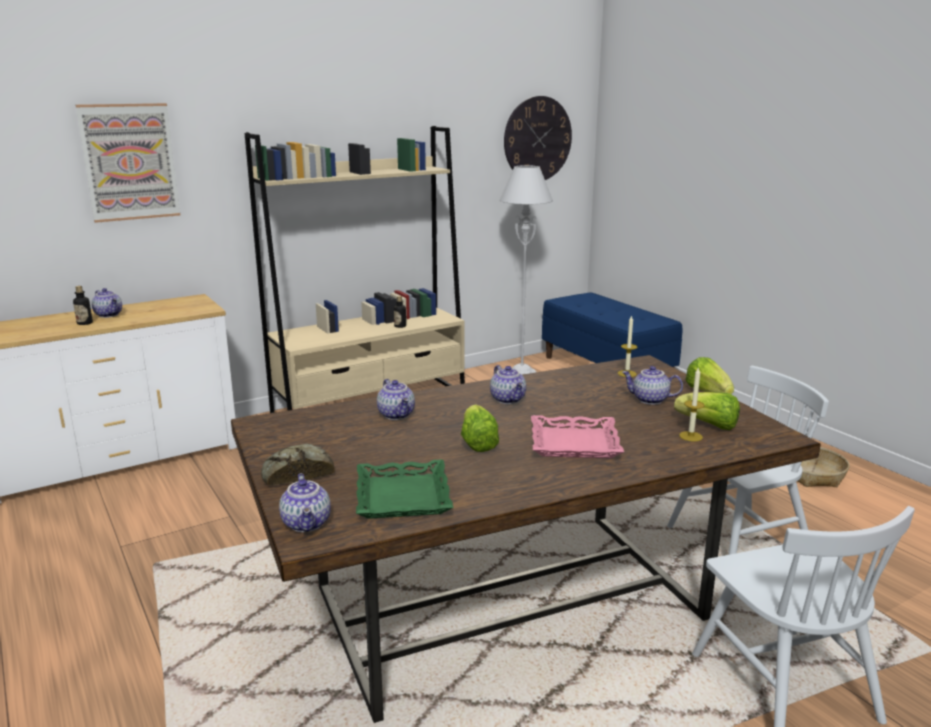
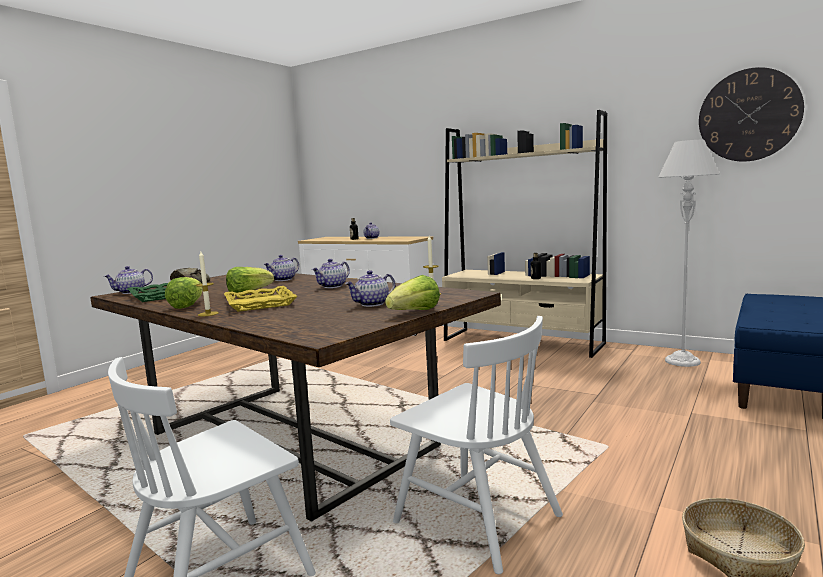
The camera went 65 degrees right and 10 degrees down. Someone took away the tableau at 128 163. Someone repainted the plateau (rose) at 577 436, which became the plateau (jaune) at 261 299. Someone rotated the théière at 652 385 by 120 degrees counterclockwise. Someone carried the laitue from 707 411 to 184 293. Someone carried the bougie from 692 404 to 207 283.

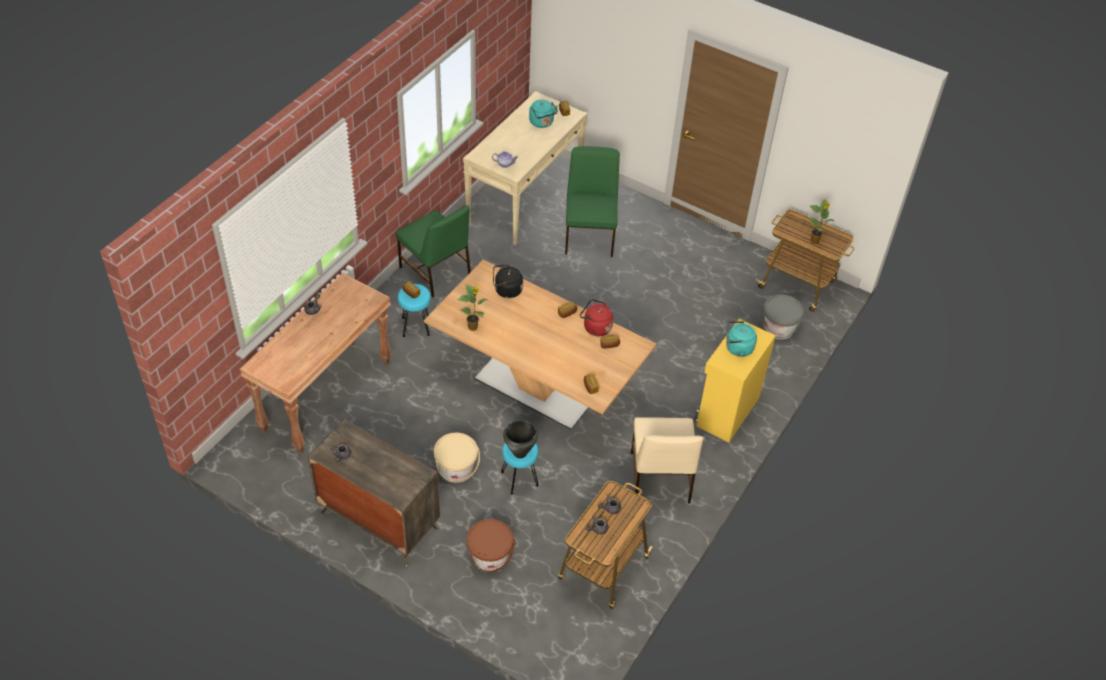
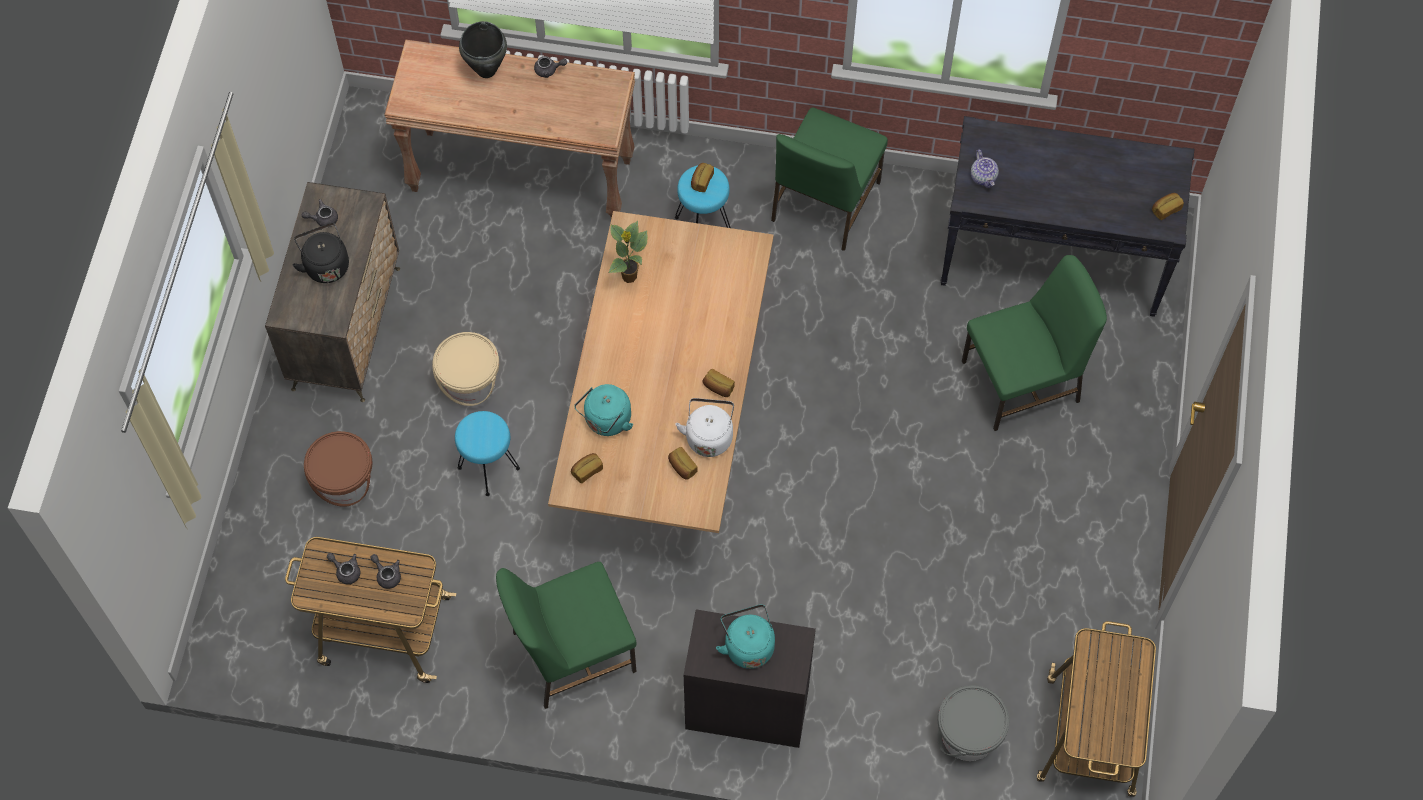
The camera went 70 degrees right and 15 degrees up. Someone repainted the table console (beige) at 525 168, which became the table console (noir) at 1067 216. Someone carried the bouilloire (noir) from 508 281 to 320 253. Someone carried the marmite (noir) from 520 439 to 483 49. Someone carried the bouilloire (turquoise) from 543 114 to 603 410. Someone repainted the bouilloire (rouge) at 596 317, which became the bouilloire (blanc) at 705 427. Someone repainted the chaise (beige) at 667 460, which became the chaise (vert) at 566 635. Someone repainted the meuble de rangement (jaune) at 735 381, which became the meuble de rangement (noir) at 750 678. Someone took away the plante en pot at 822 221.

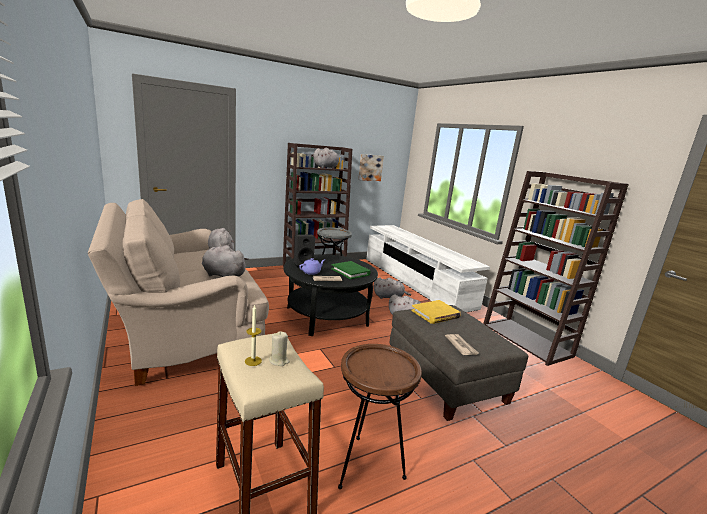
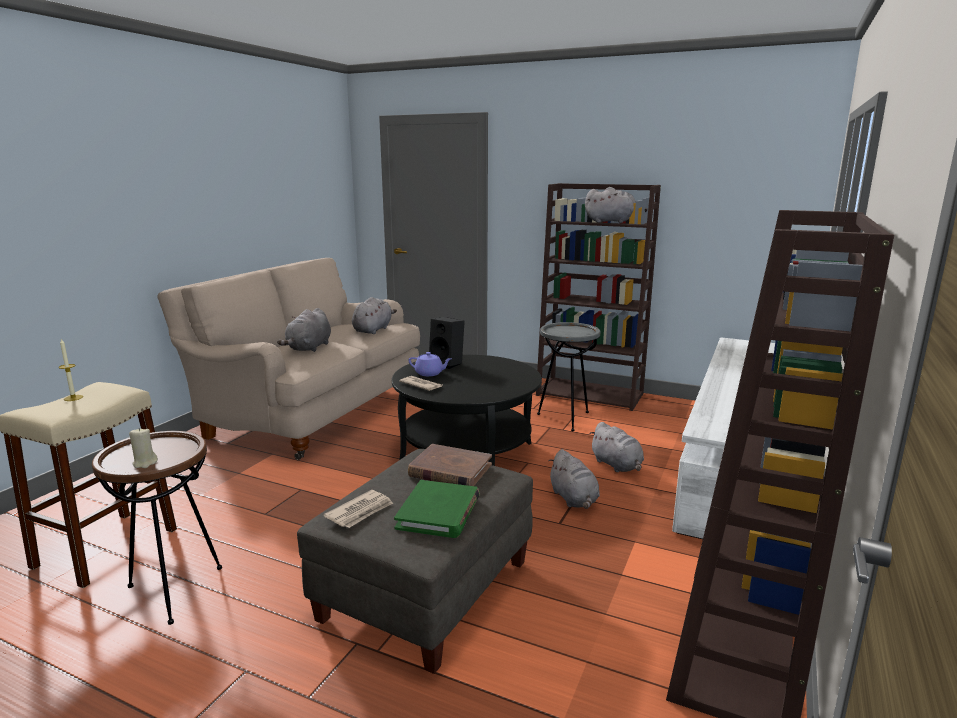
The camera went 55 degrees right and 0 degrees up. Someone rotated the peluche (gris) at 225 261 by 150 degrees counterclockwise. Someone carried the bougie (beige) from 279 348 to 143 448. Someone carried the livre (vert) from 351 270 to 437 509. Someone took away the tableau at 371 167. Someone repainted the livre (jaune) at 436 312, which became the livre (marron) at 450 465.

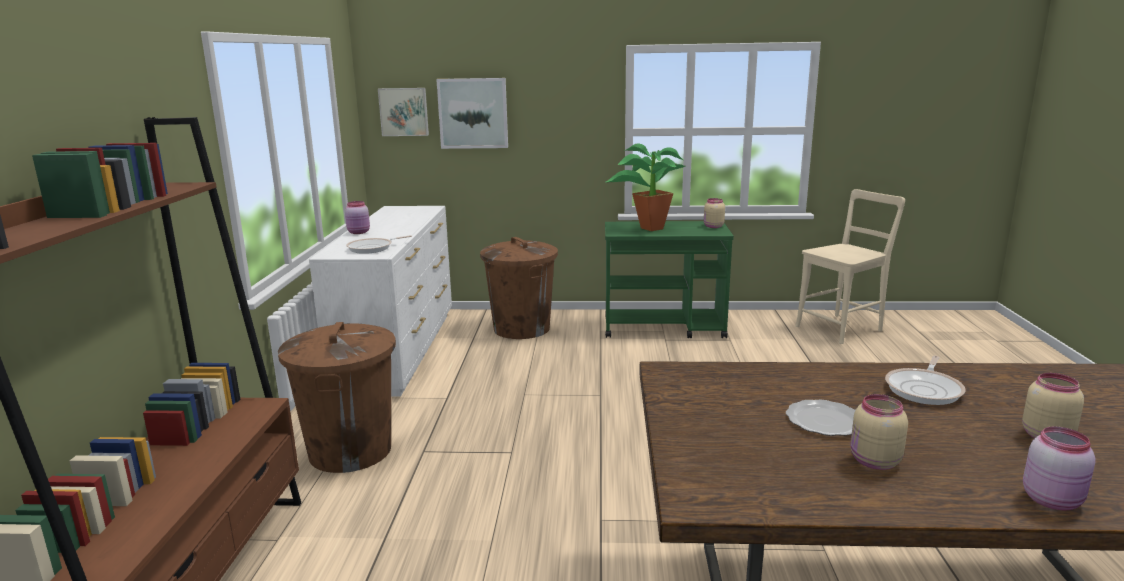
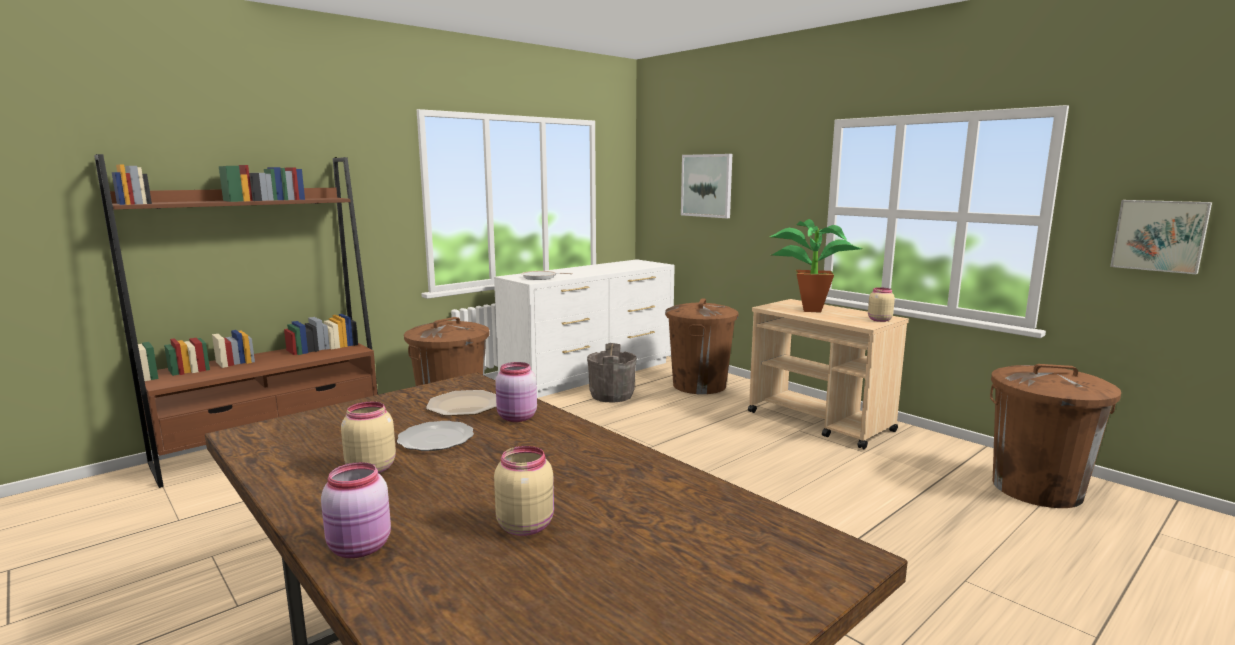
The camera went 45 degrees right and 5 degrees down. Someone carried the bocal (rose) from 357 217 to 516 392. Someone carried the tableau from 403 112 to 1161 237. Someone repainted the chariot (vert) at 669 279, which became the chariot (beige) at 828 374. Someone swapped the chaise (beige) at 850 266 for the poubelle (marron) at 1055 436. Someone took away the poêle at 925 380. Someone put down the assiette at 461 403. Someone put down the seau (gris) at 612 373.

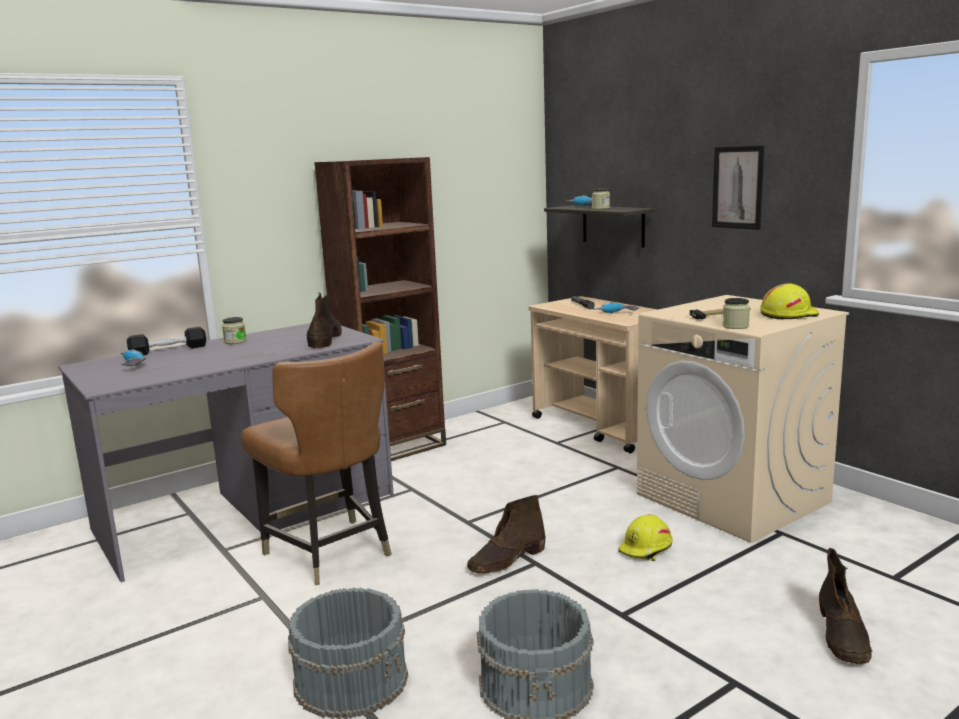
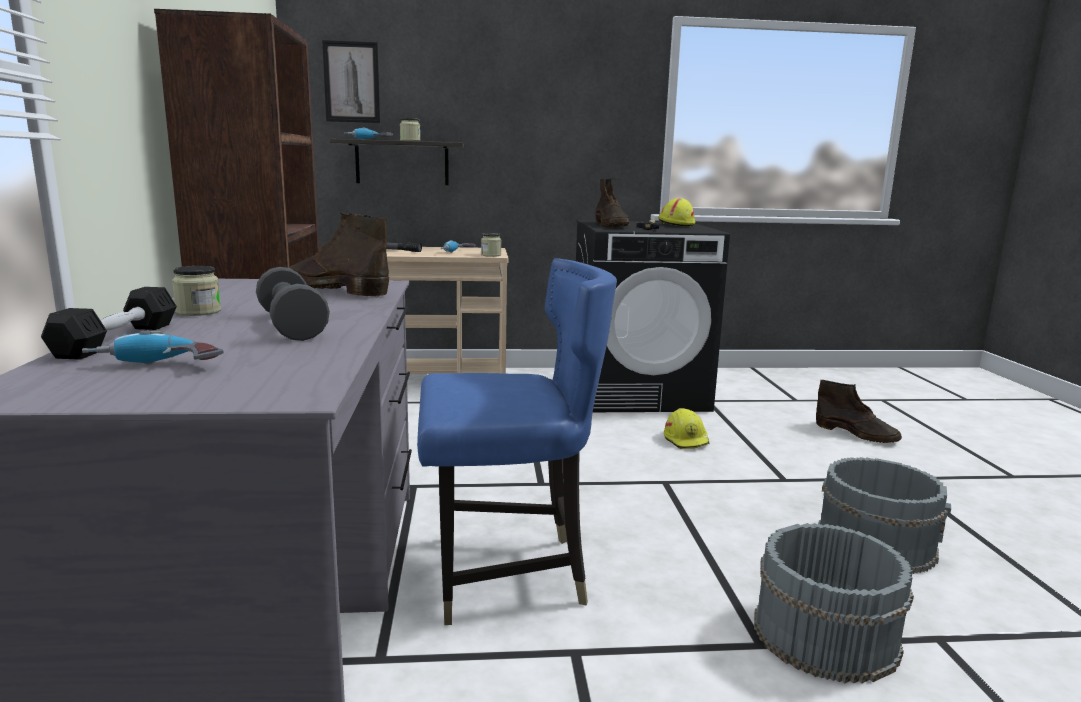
The camera went 60 degrees left and 0 degrees up. Someone repainted the chaise (marron) at 316 463, which became the chaise (bleu) at 517 442. Someone carried the botte (marron) from 506 534 to 612 202. Someone repainted the lave-linge (beige) at 743 419, which became the lave-linge (noir) at 653 316. Someone carried the tableau from 738 188 to 351 81. Someone carried the bocal from 736 313 to 491 245. Someone put down the haltère (gris) at 293 304.

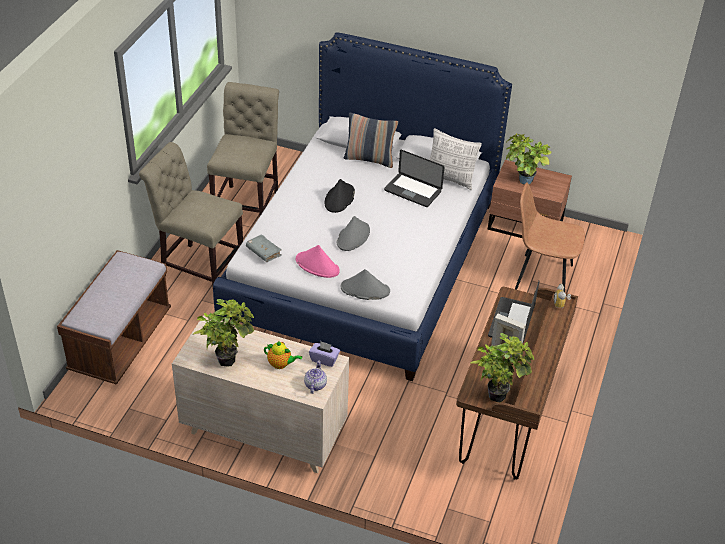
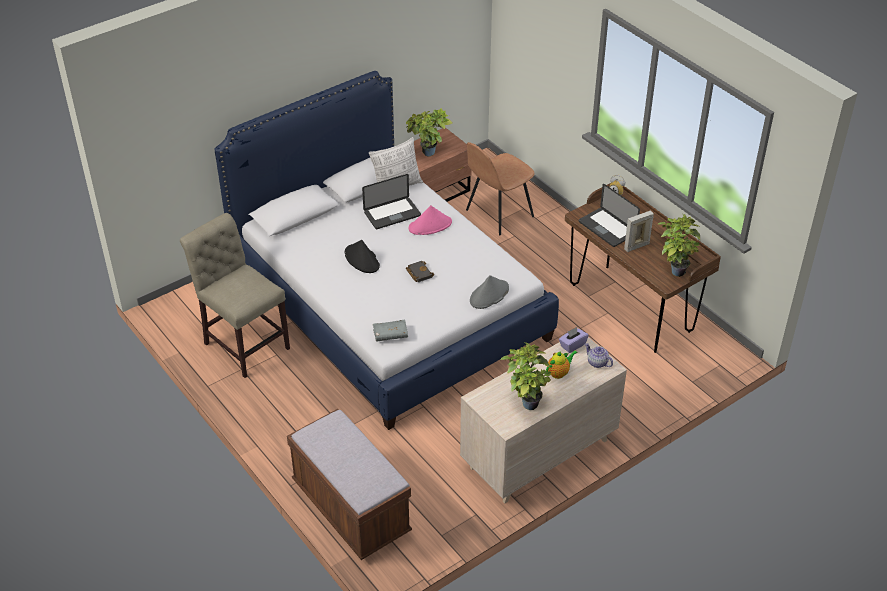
The camera went 55 degrees left and 0 degrees up. Someone took away the chaise (beige) at 191 214. Someone carried the chapeau (rose) from 318 261 to 430 220. Someone swapped the chapeau (gris) at 353 233 for the livre (noir) at 420 271. Someone took away the coussin at 371 140.

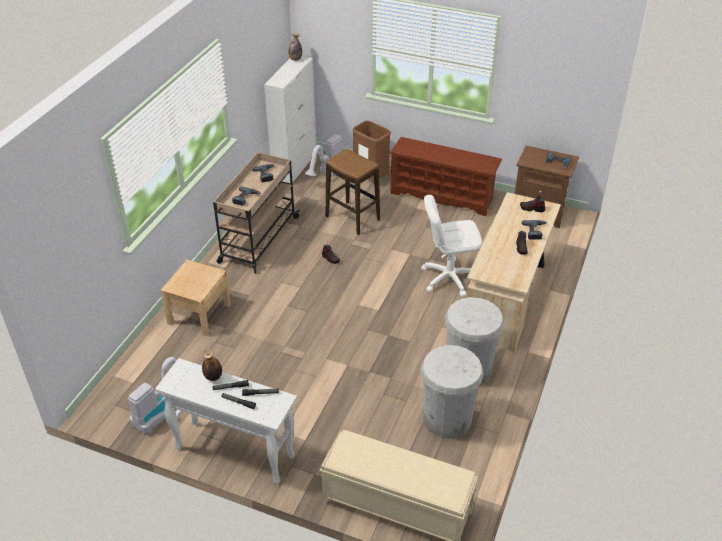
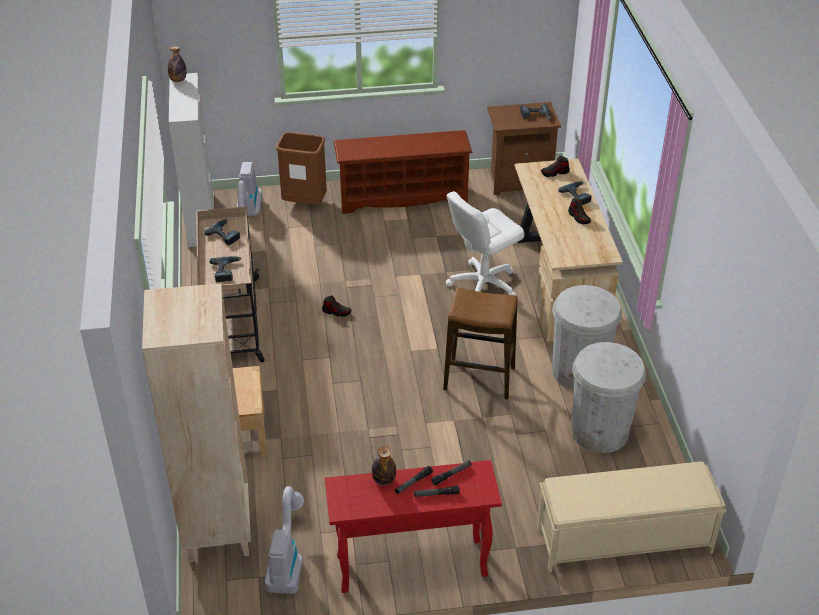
The camera went 30 degrees left and 0 degrees up. Someone repainted the table console (blanc) at 226 421, which became the table console (rouge) at 413 526. Someone carried the tabouret from 353 192 to 480 344. Someone put down the bibliothèque (beige) at 196 422.

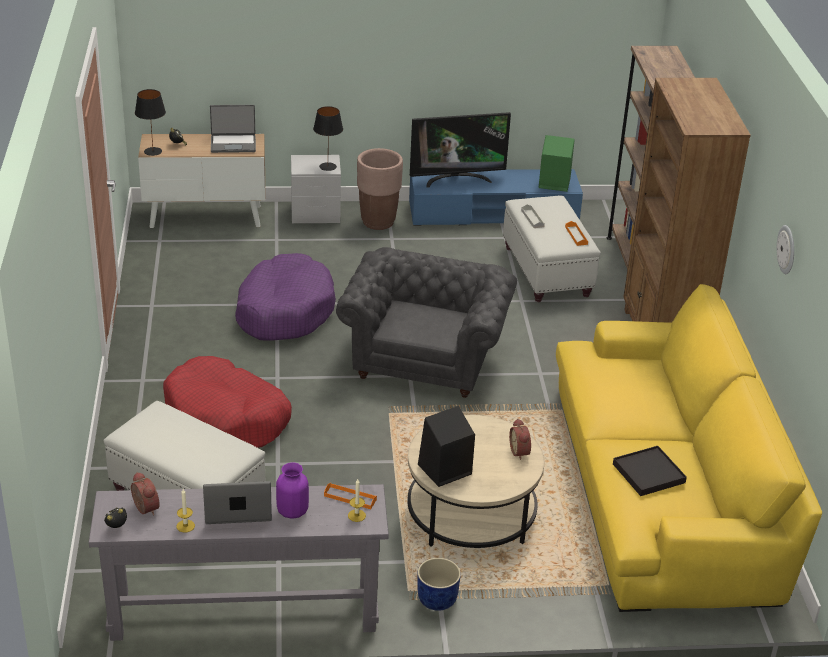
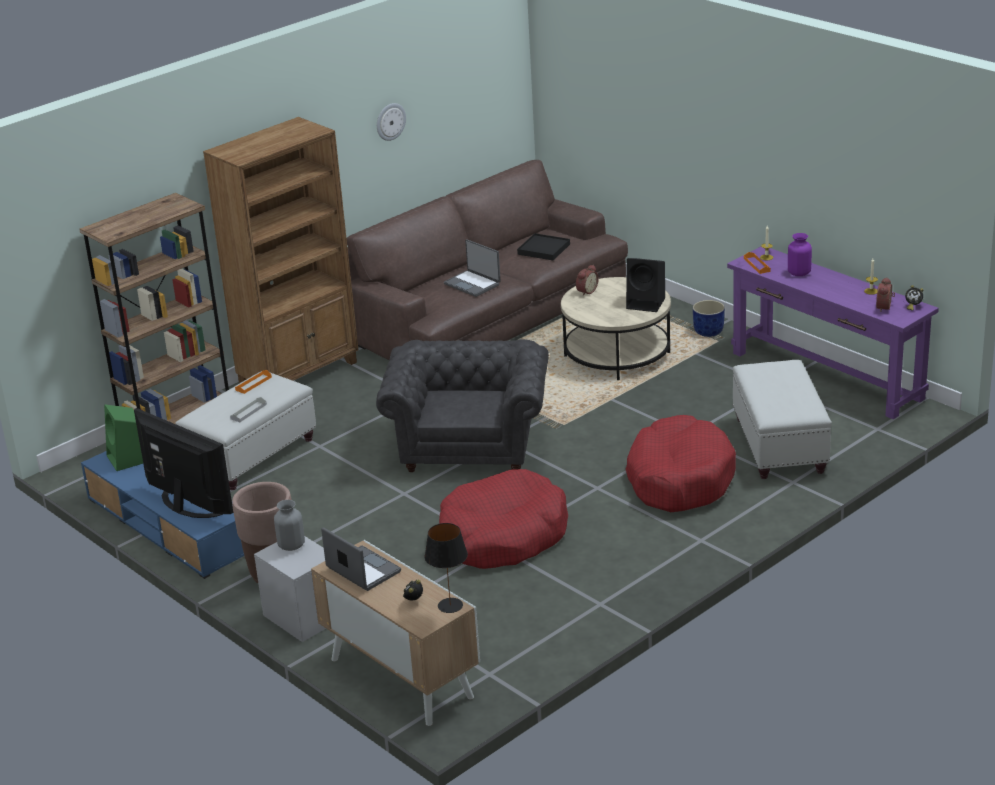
The camera went 125 degrees left and 5 degrees down. Someone repainted the table console (gris) at 239 562, which became the table console (violet) at 833 333. Someone carried the ordinateur portable from 237 502 to 472 268. Someone repainted the panier pour chien (violet) at 285 297, which became the panier pour chien (rouge) at 503 519. Someone swapped the lampe de table (noir) at 328 138 for the vase (gris) at 289 525. Someone rotated the fauteuil (gris) at 426 322 by 120 degrees clockwise. Someone repainted the canapé (jaune) at 689 448, which became the canapé (marron) at 487 260.

